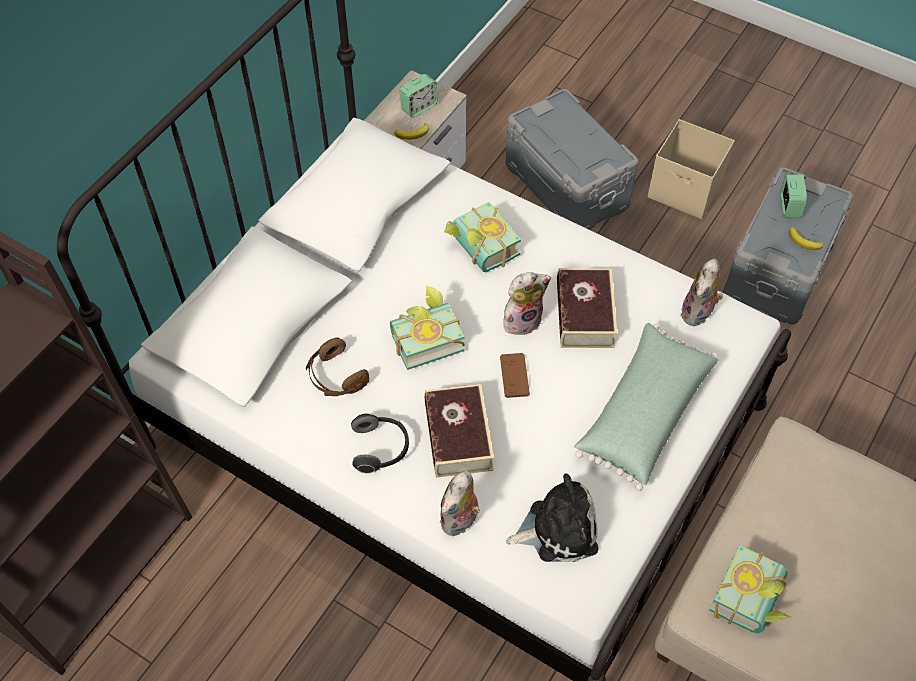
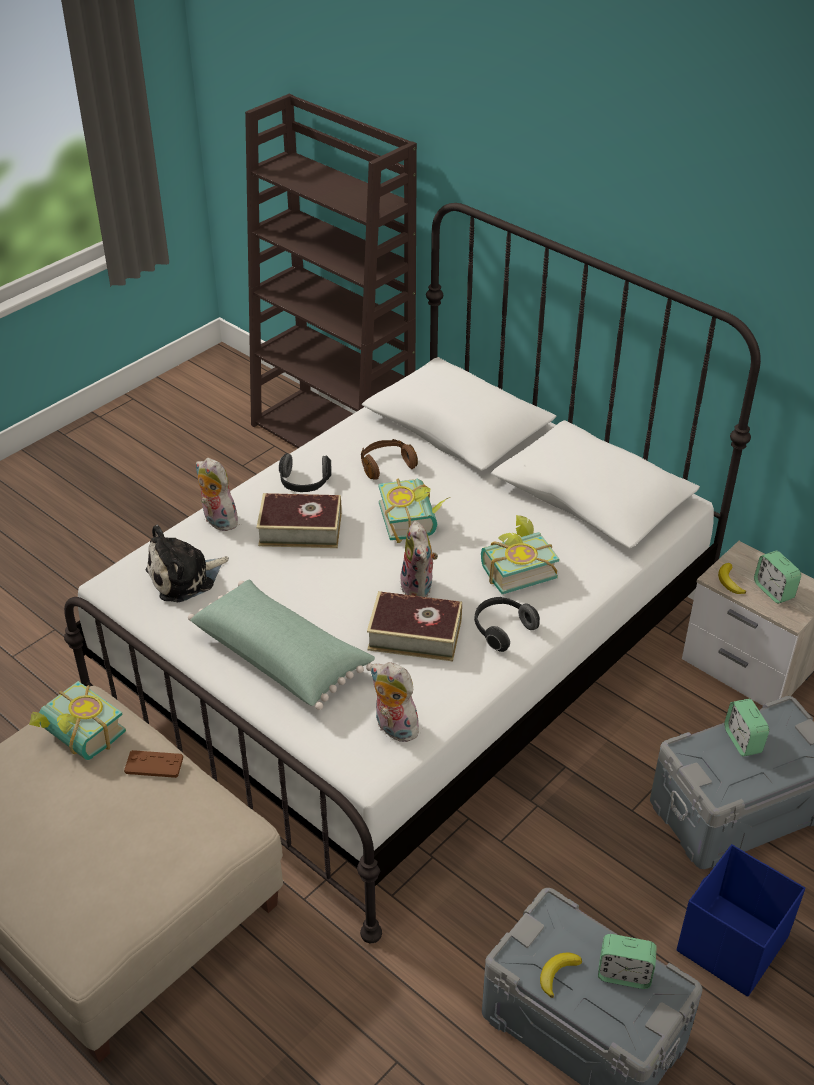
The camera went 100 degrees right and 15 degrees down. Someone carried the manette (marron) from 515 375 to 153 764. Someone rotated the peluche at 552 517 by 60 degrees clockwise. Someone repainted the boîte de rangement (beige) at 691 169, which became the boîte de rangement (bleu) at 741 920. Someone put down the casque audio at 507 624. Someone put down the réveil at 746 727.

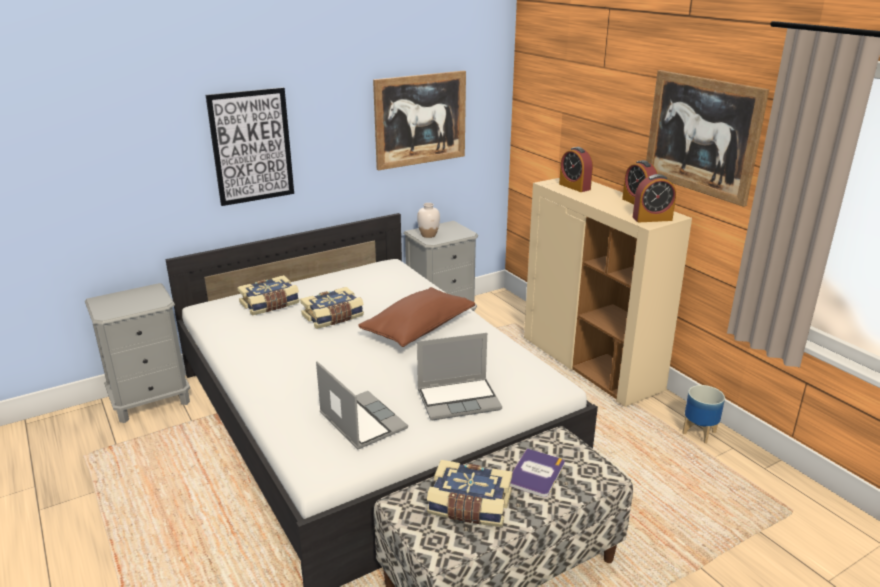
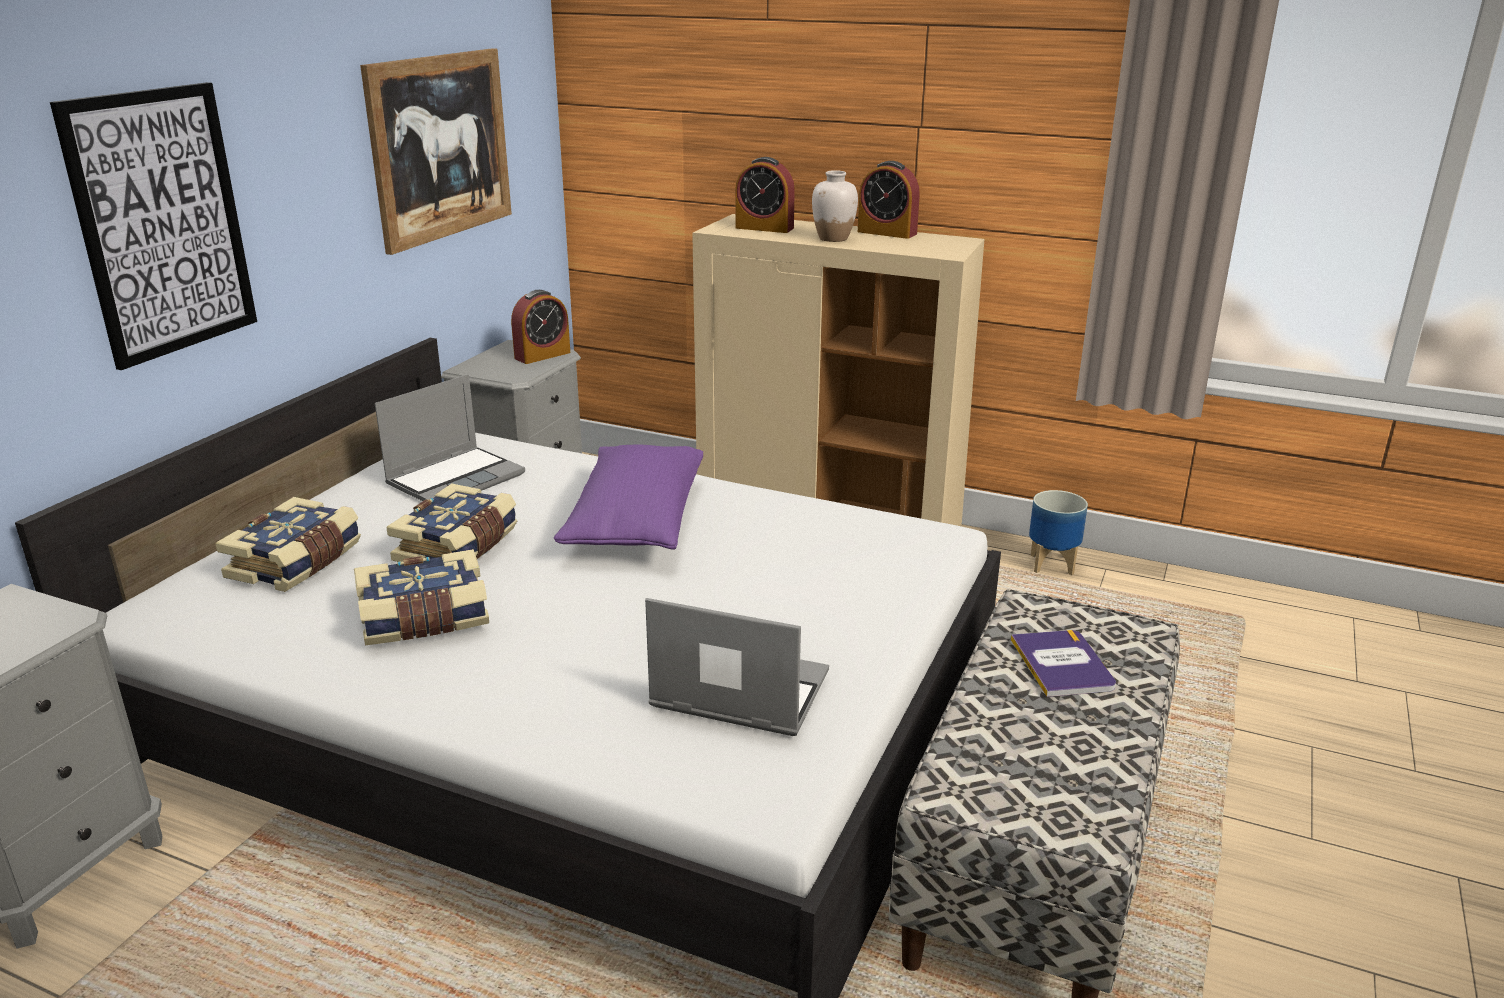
The camera went 35 degrees left and 0 degrees up. Someone repainted the coussin (marron) at 416 317, which became the coussin (violet) at 628 497. Someone carried the vase (blanc) from 428 220 to 835 206. Someone carried the ordinateur portable from 459 376 to 450 437. Someone carried the livre from 469 493 to 421 597. Someone carried the réveil from 654 198 to 540 327. Someone took away the tableau at 707 138.

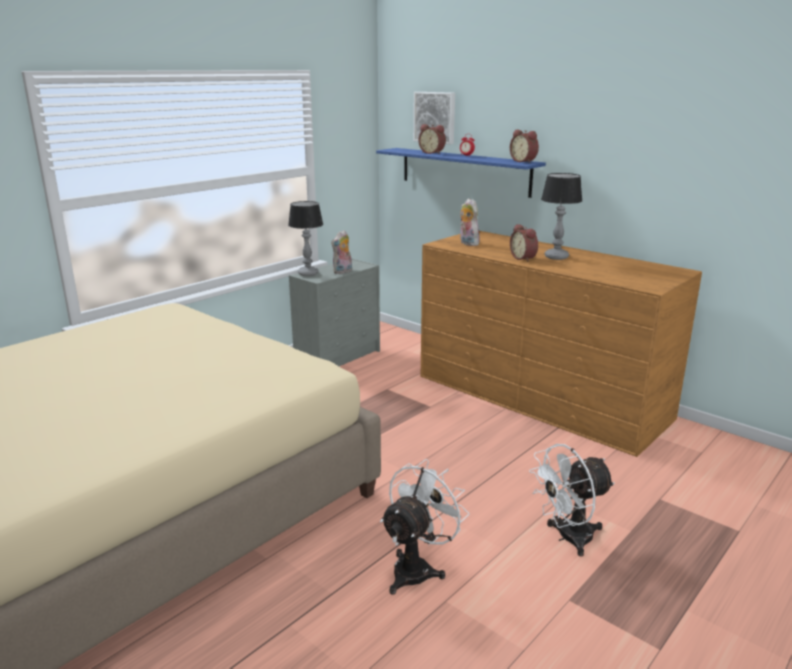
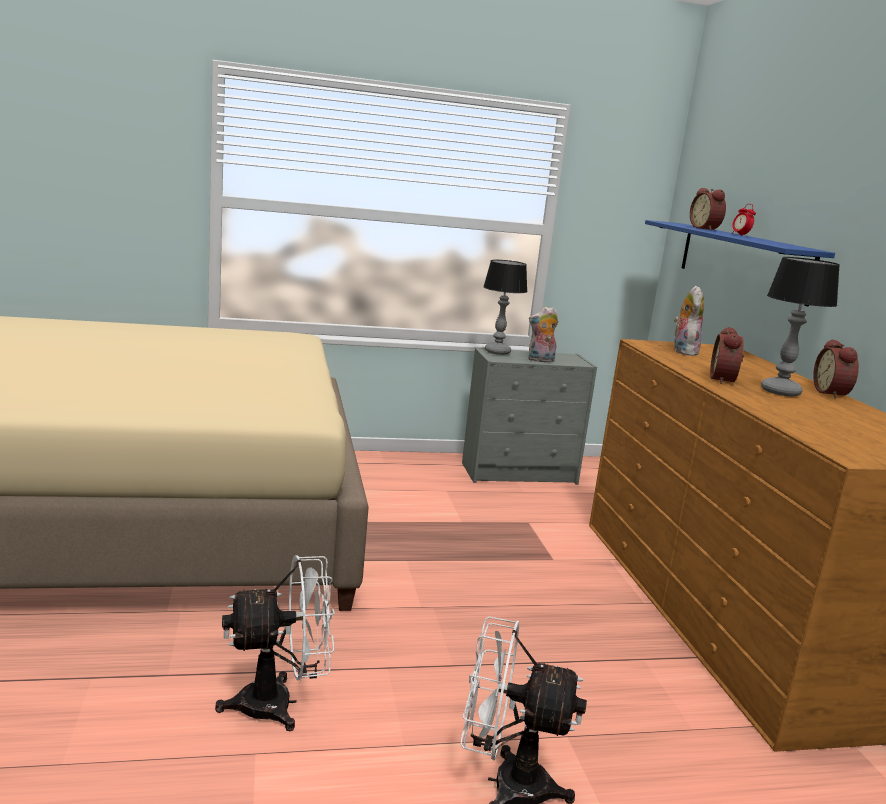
The camera went 35 degrees right and 5 degrees down. Someone took away the tableau at 434 118. Someone carried the réveil from 524 146 to 836 369.

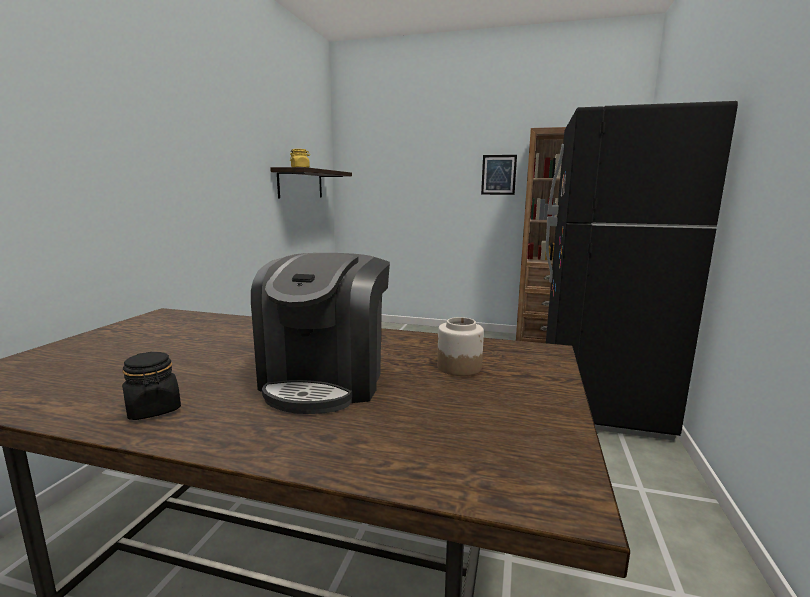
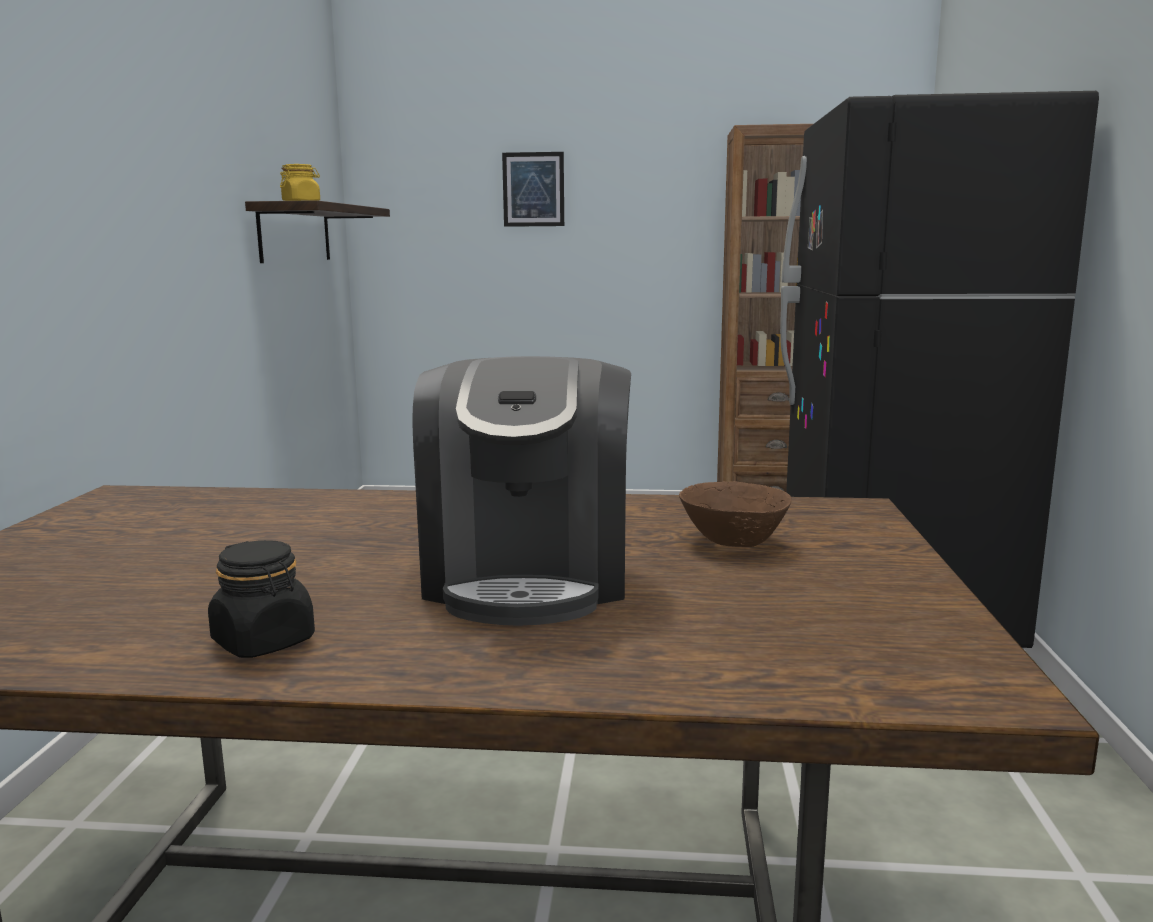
The camera went 10 degrees left and 0 degrees up. Someone swapped the bocal at 460 346 for the bol (marron) at 735 514. Someone carried the tableau from 499 175 to 533 189.

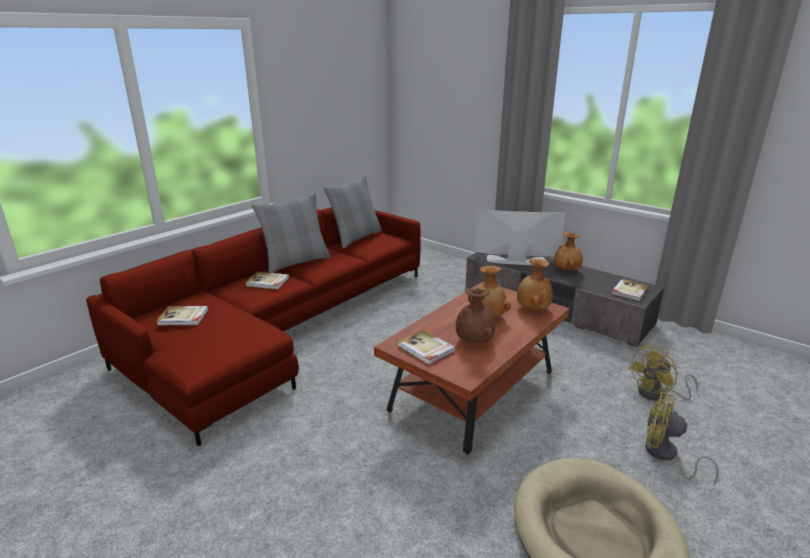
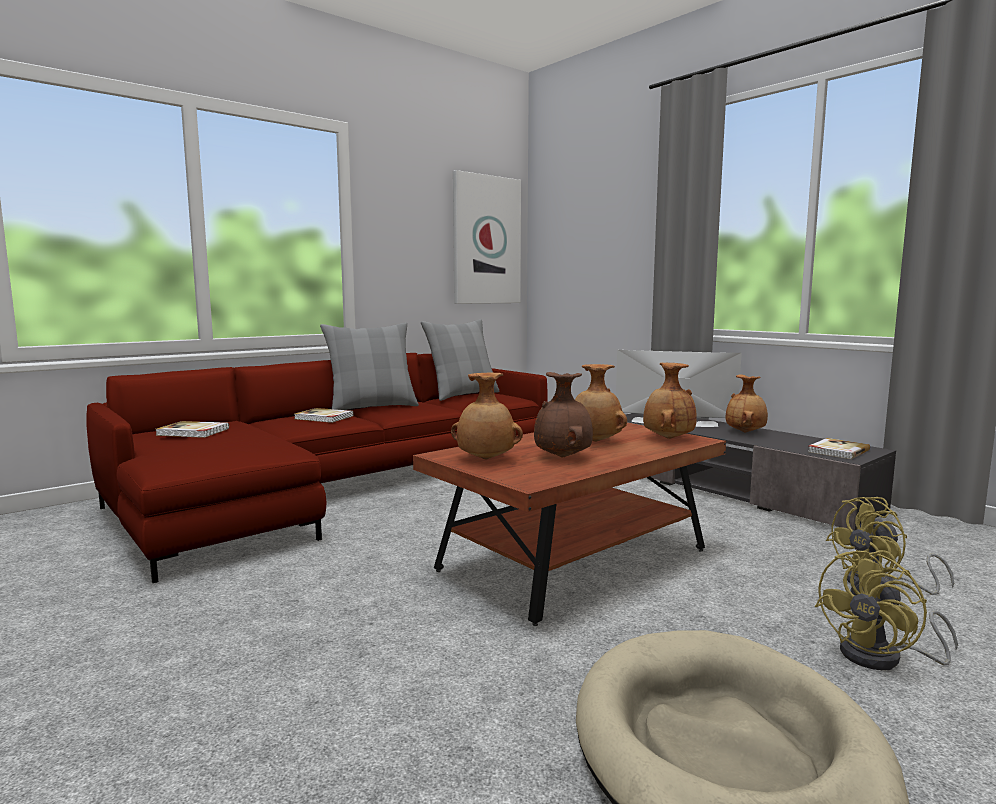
The camera went 10 degrees right and 15 degrees down. Someone swapped the livre at 427 347 for the vase (marron) at 487 416. Someone rotated the ventilateur (jaune) at 682 438 by 75 degrees counterclockwise. Someone put up the tableau at 487 237.

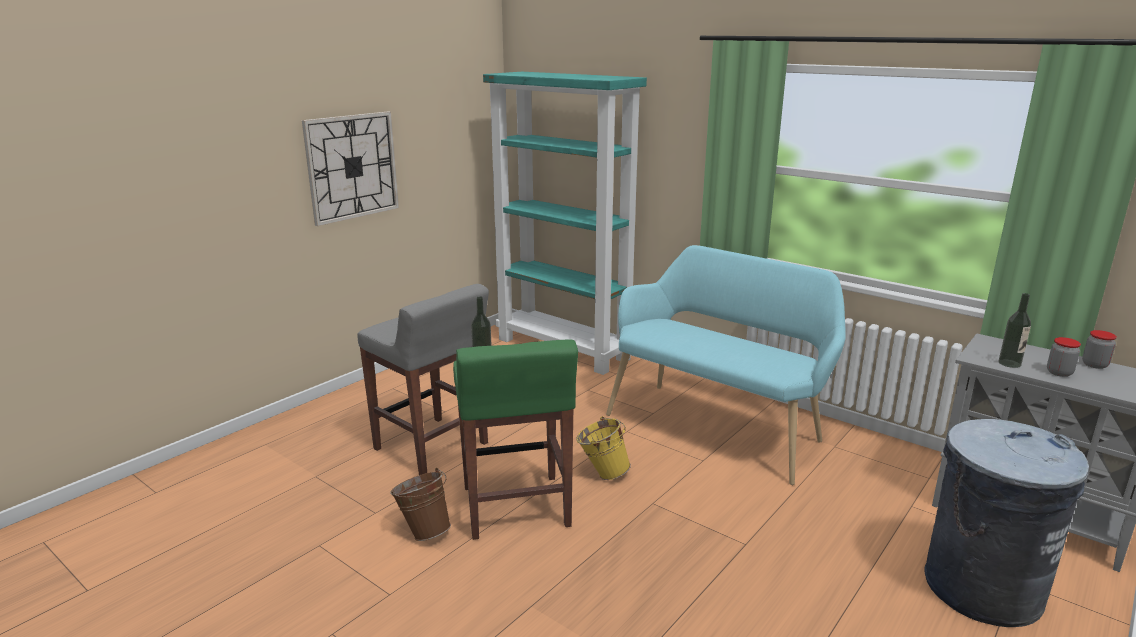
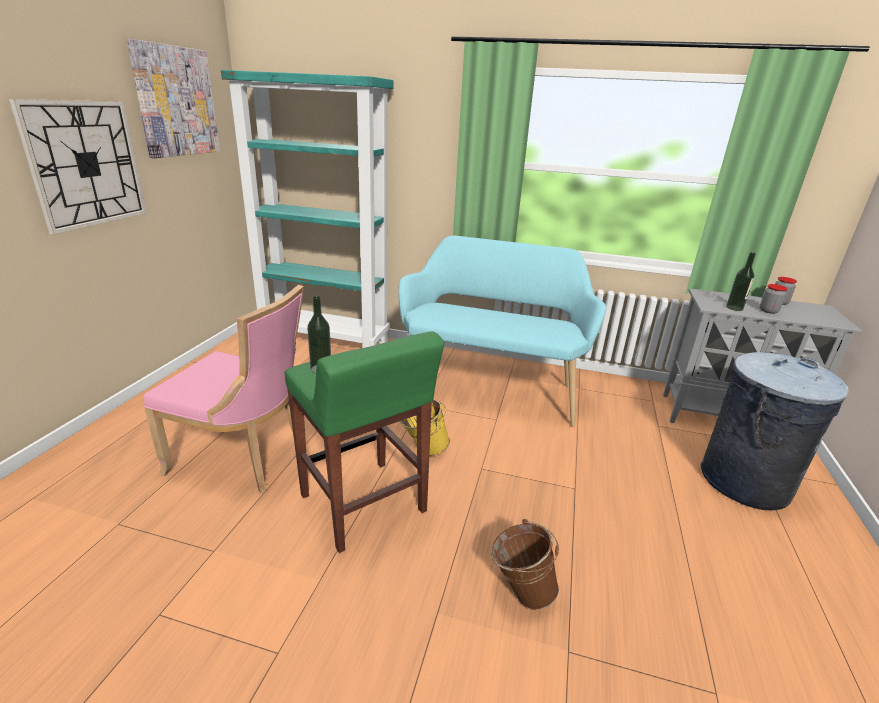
The camera went 25 degrees left and 5 degrees up. Someone swapped the tabouret (gris) at 423 379 for the chaise (rose) at 223 389. Someone carried the seau (marron) from 420 504 to 525 564. Someone put up the tableau at 173 98.

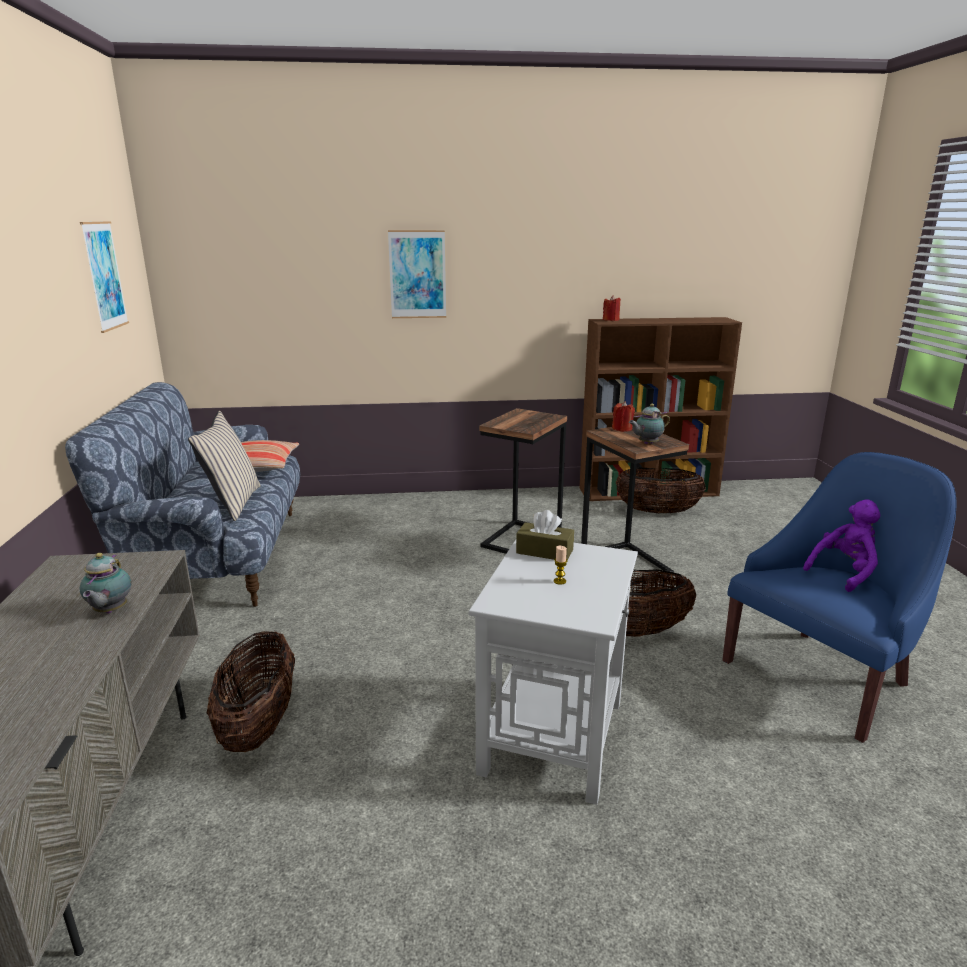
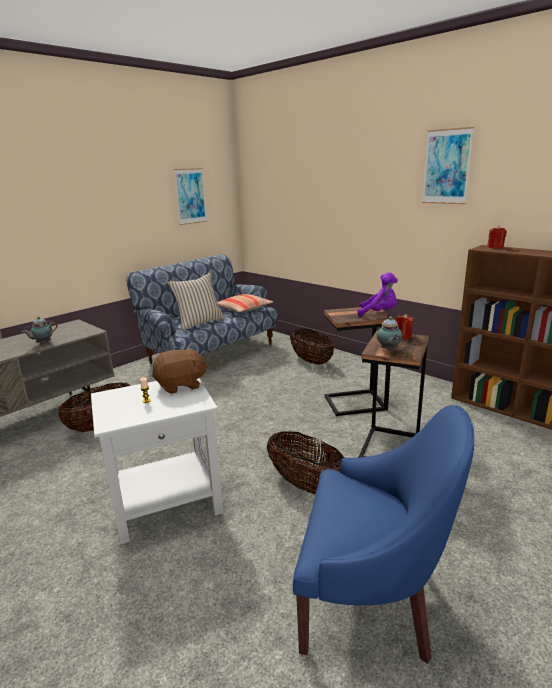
The camera went 50 degrees right and 0 degrees up. Someone carried the tableau from 417 274 to 448 165. Someone swapped the boîte à mouchoirs (marron) at 545 535 for the peluche (marron) at 180 370. Someone carried the panier from 661 490 to 312 347. Someone rotated the théière at 649 424 by 120 degrees counterclockwise. Someone carried the peluche (violet) from 841 545 to 378 294.

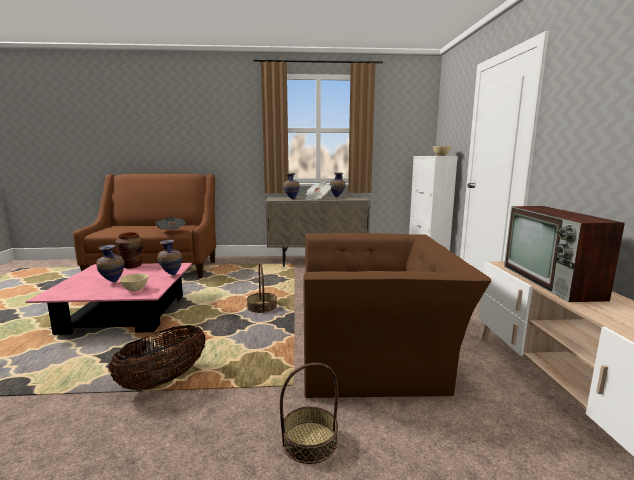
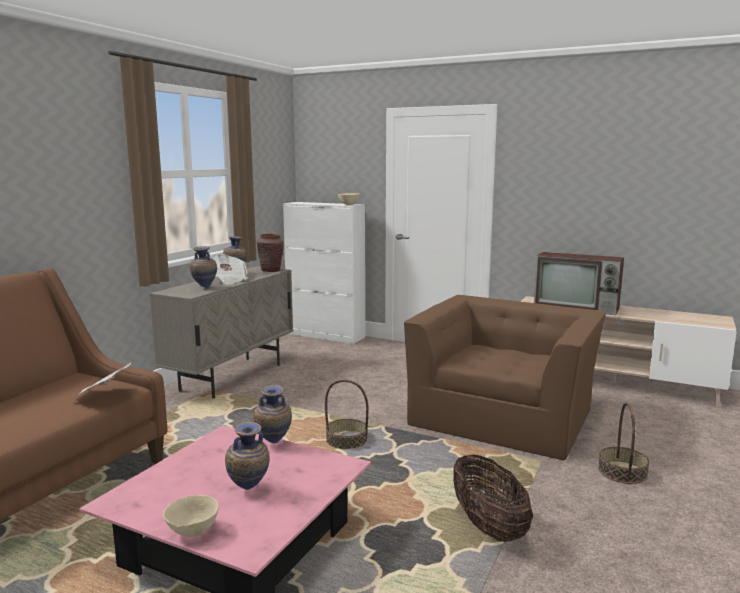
The camera went 60 degrees left and 0 degrees up. Someone carried the vase (marron) from 129 250 to 270 253. Someone carried the bol (beige) from 134 282 to 191 516.

